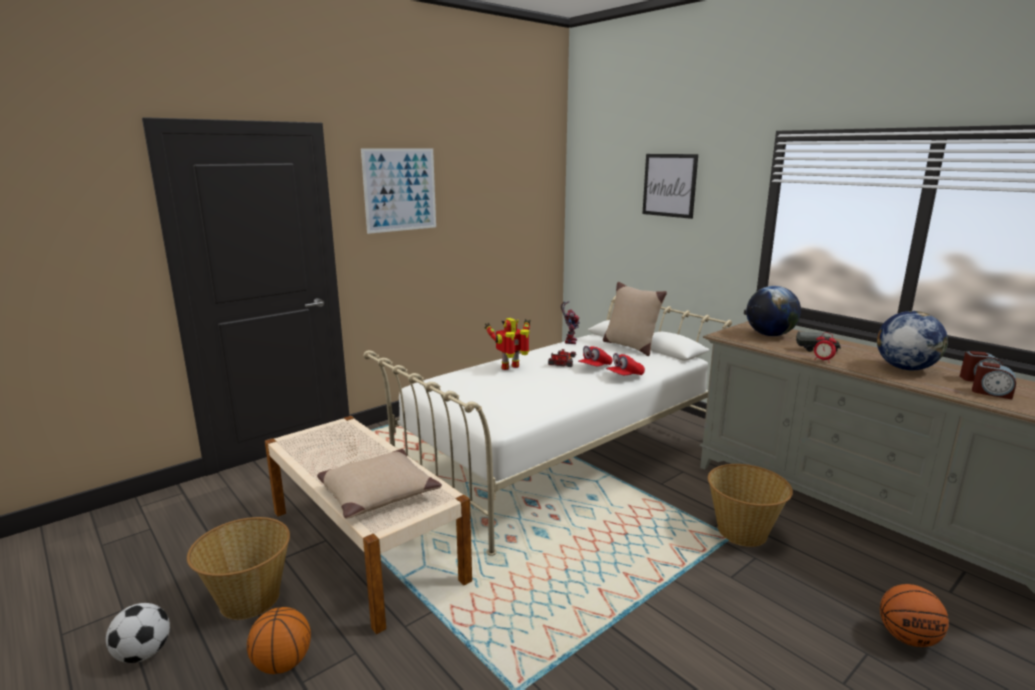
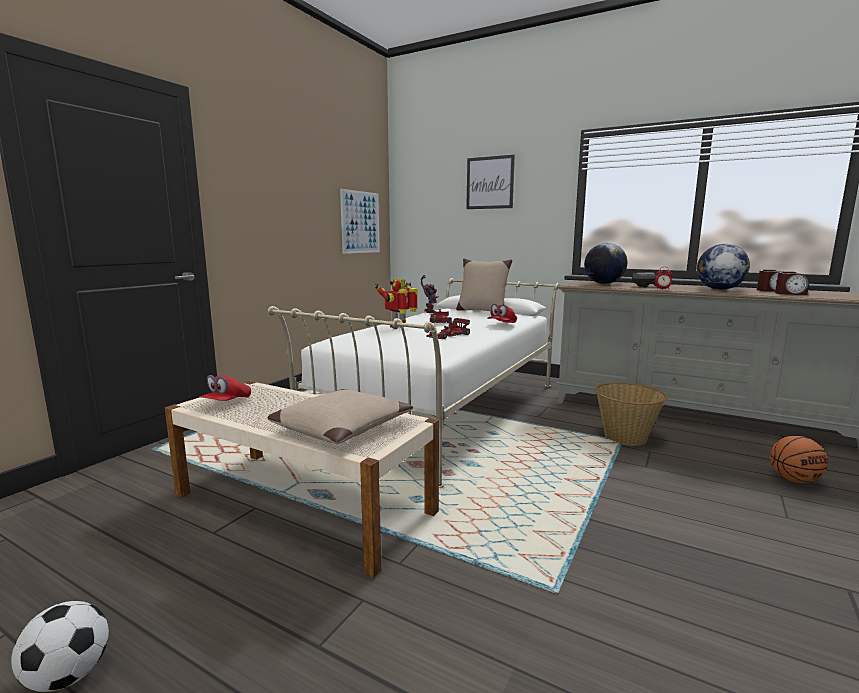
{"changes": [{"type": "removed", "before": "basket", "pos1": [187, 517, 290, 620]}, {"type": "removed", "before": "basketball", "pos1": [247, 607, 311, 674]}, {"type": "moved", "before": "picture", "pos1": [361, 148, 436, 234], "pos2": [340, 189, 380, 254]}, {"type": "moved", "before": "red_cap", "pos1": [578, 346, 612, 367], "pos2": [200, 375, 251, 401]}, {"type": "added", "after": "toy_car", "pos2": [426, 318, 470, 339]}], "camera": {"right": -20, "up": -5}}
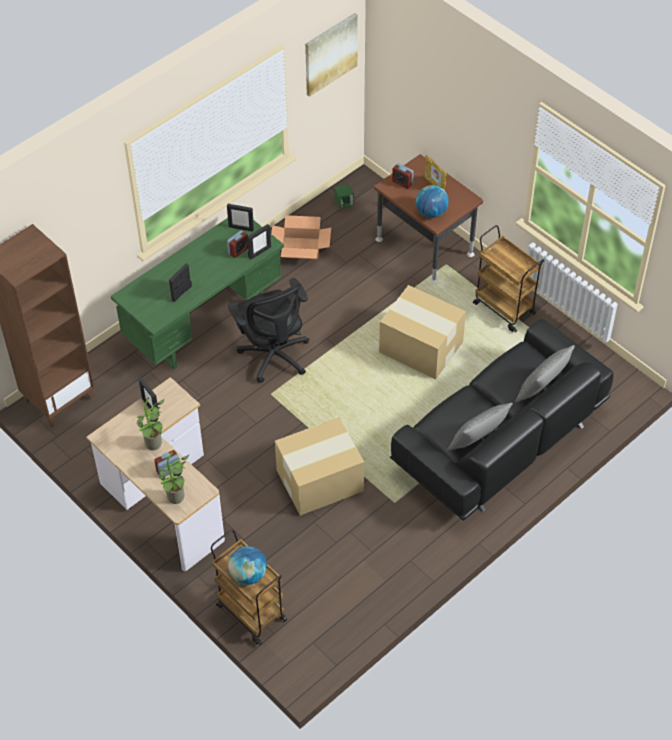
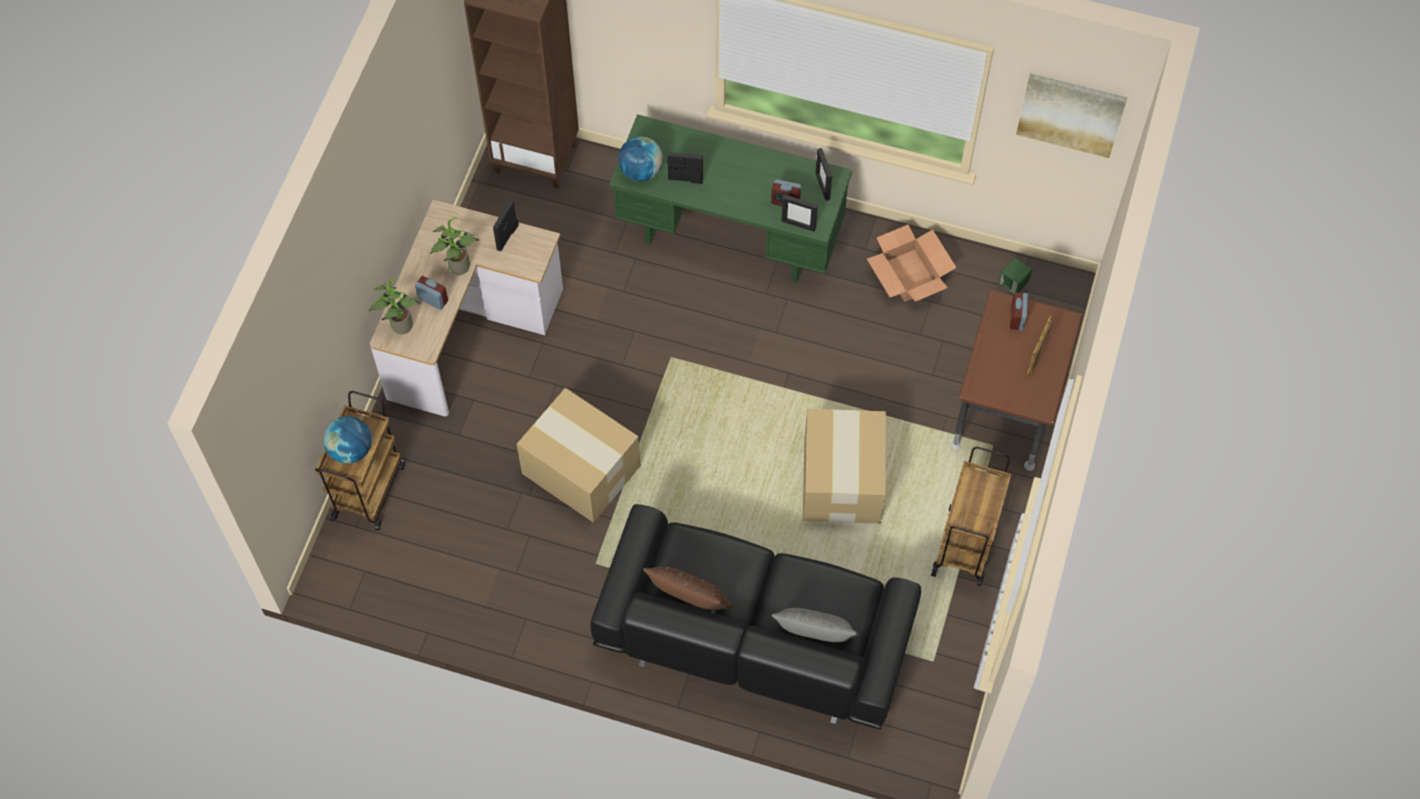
{"changes": [{"type": "removed", "before": "black_office_chair", "pos1": [228, 278, 309, 383]}, {"type": "moved", "before": "globe", "pos1": [416, 185, 449, 218], "pos2": [618, 136, 663, 182]}, {"type": "recoloured", "before": "grey_pillow", "after": "brown_pillow", "pos1": [447, 403, 513, 450], "pos2": [643, 566, 734, 610]}], "camera": {"right": 60, "up": 10}}
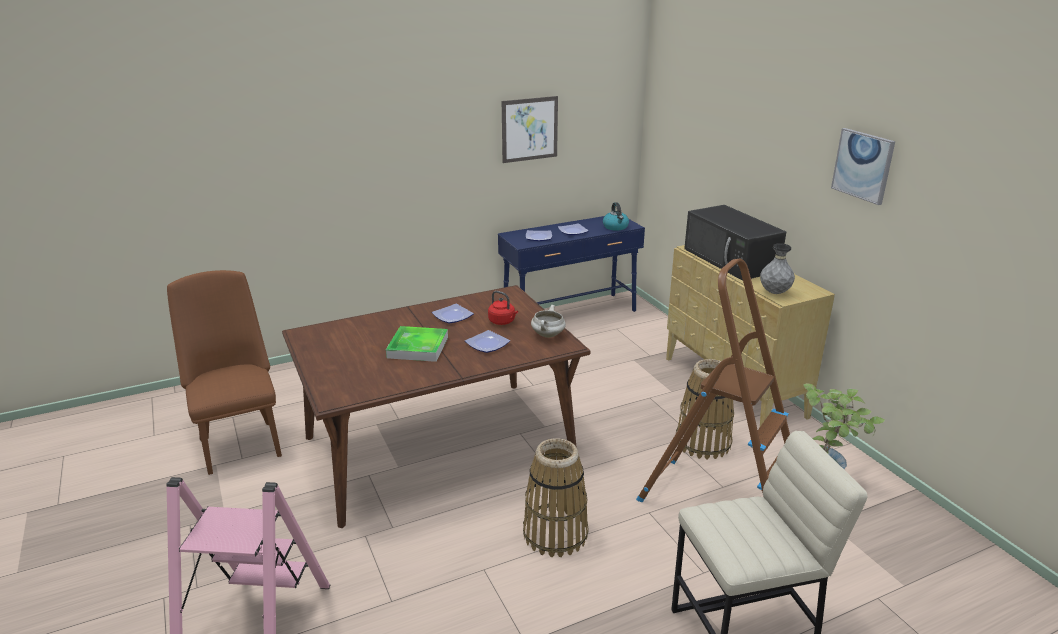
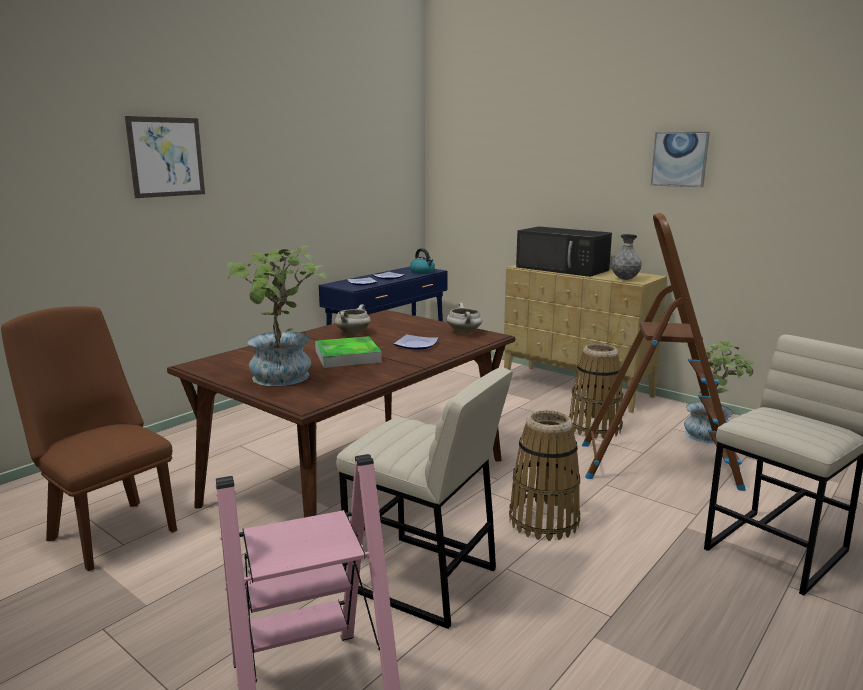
{"changes": [{"type": "replaced", "before": "plate", "after": "white_cooking_pot", "pos1": [432, 304, 474, 323], "pos2": [335, 304, 371, 335]}, {"type": "removed", "before": "red_kettle", "pos1": [488, 291, 518, 325]}, {"type": "moved", "before": "picture", "pos1": [502, 96, 558, 163], "pos2": [125, 116, 205, 198]}, {"type": "added", "after": "potted_plant", "pos2": [227, 245, 329, 386]}, {"type": "added", "after": "beige_chair", "pos2": [336, 367, 513, 629]}], "camera": {"right": -25, "up": -10}}
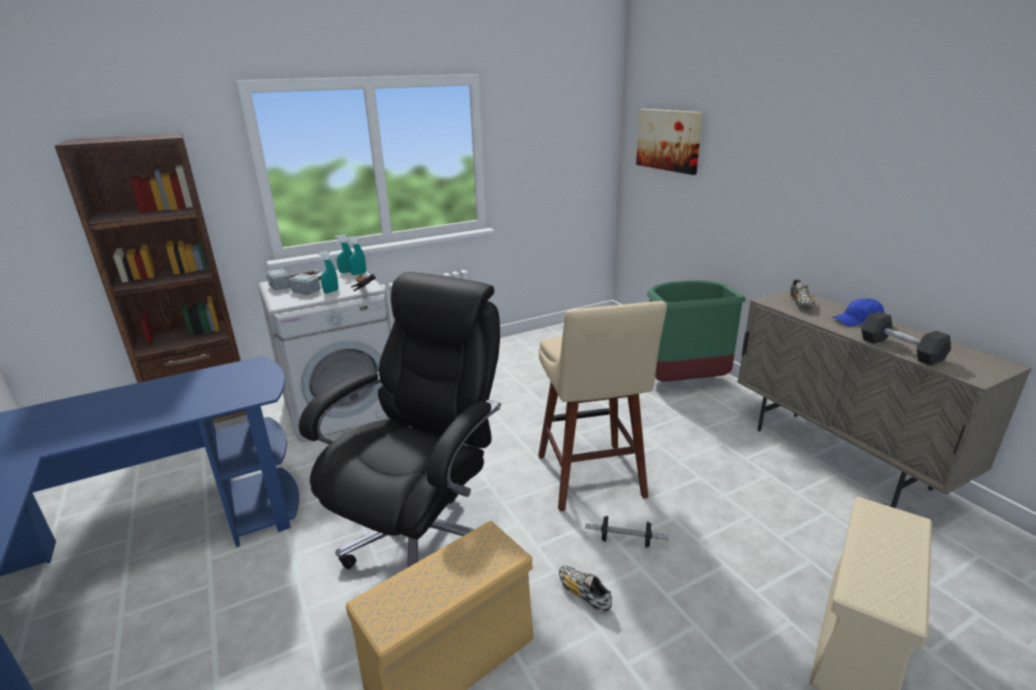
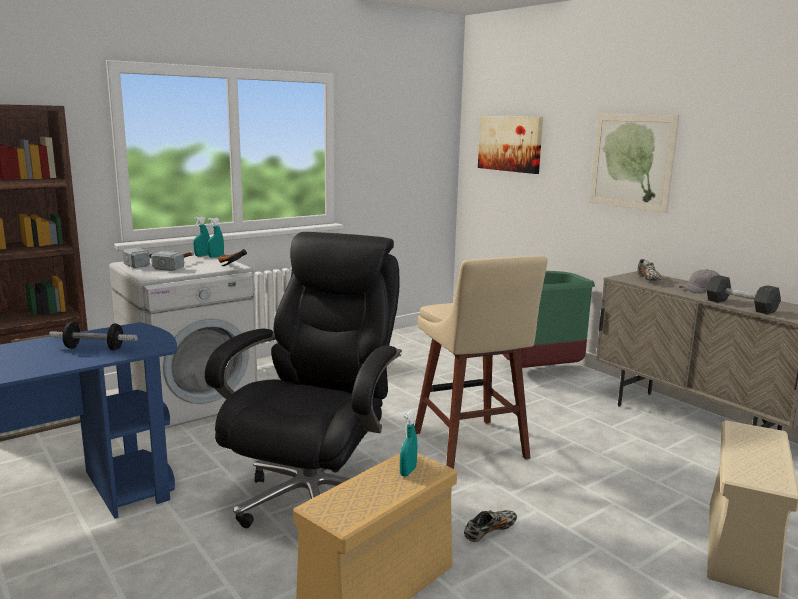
{"changes": [{"type": "moved", "before": "turquoise_spray_bottle", "pos1": [318, 251, 338, 294], "pos2": [400, 410, 417, 477]}, {"type": "turned", "before": "shoe", "pos1": [559, 566, 612, 613], "pos2": [464, 510, 517, 542], "turn": 105}, {"type": "moved", "before": "dumbbell", "pos1": [585, 516, 669, 548], "pos2": [49, 322, 138, 351]}, {"type": "recoloured", "before": "blue_cap", "after": "grey_cap", "pos1": [833, 299, 884, 327], "pos2": [679, 269, 719, 293]}, {"type": "added", "after": "picture", "pos2": [589, 114, 679, 213]}], "camera": {"right": -10, "up": -10}}
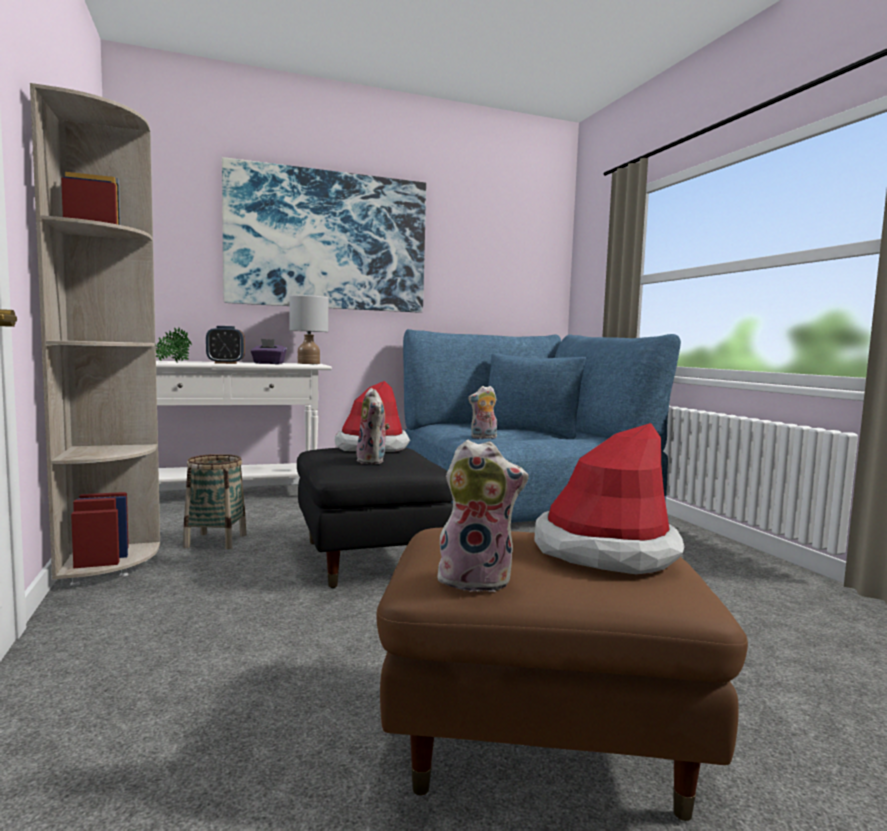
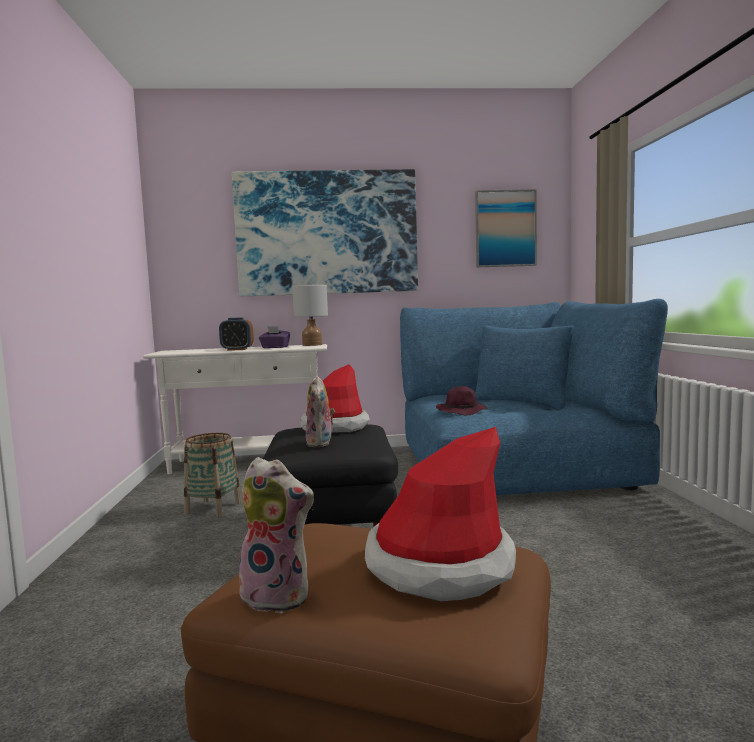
{"changes": [{"type": "removed", "before": "beige_bookcase", "pos1": [30, 83, 160, 586]}, {"type": "removed", "before": "potted_plant", "pos1": [156, 327, 192, 362]}, {"type": "replaced", "before": "plush_toy", "after": "purple_hat", "pos1": [468, 386, 497, 439], "pos2": [436, 386, 487, 416]}, {"type": "added", "after": "picture", "pos2": [475, 189, 537, 268]}], "camera": {"right": 15, "up": 0}}
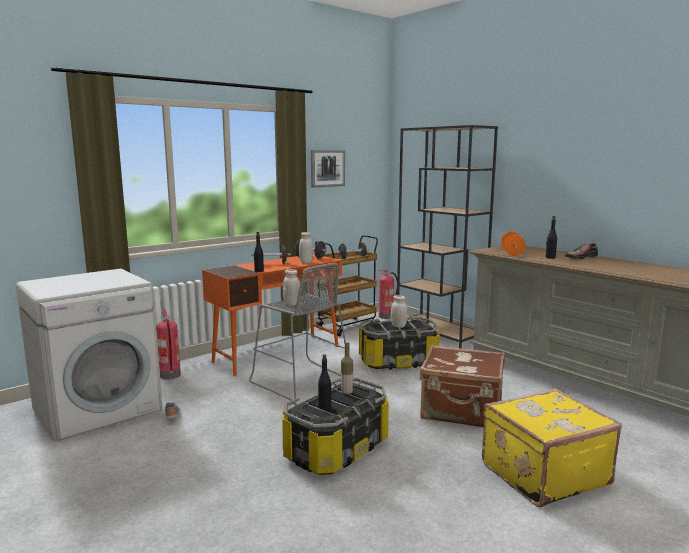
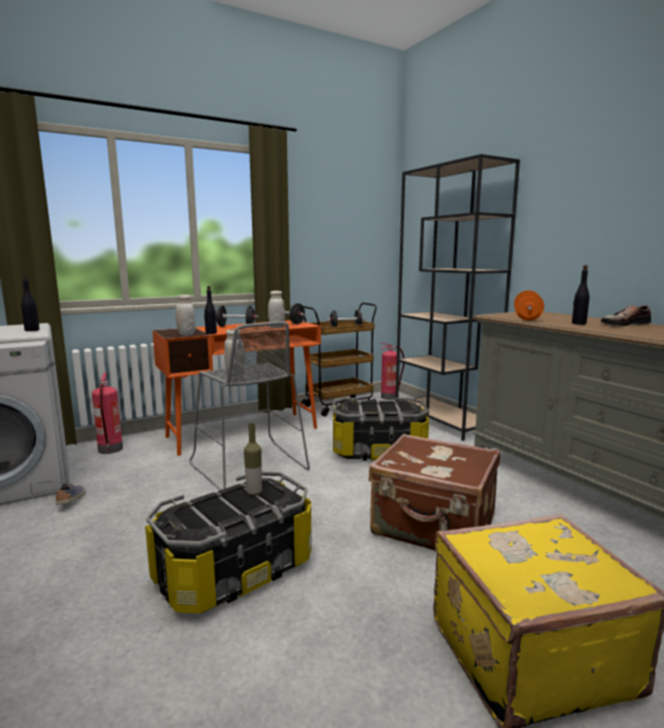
{"changes": [{"type": "removed", "before": "picture", "pos1": [311, 150, 345, 187]}, {"type": "moved", "before": "black_bottle", "pos1": [318, 354, 331, 410], "pos2": [21, 274, 40, 331]}, {"type": "moved", "before": "white_jar", "pos1": [391, 295, 407, 328], "pos2": [175, 295, 195, 336]}], "camera": {"right": 10, "up": 0}}
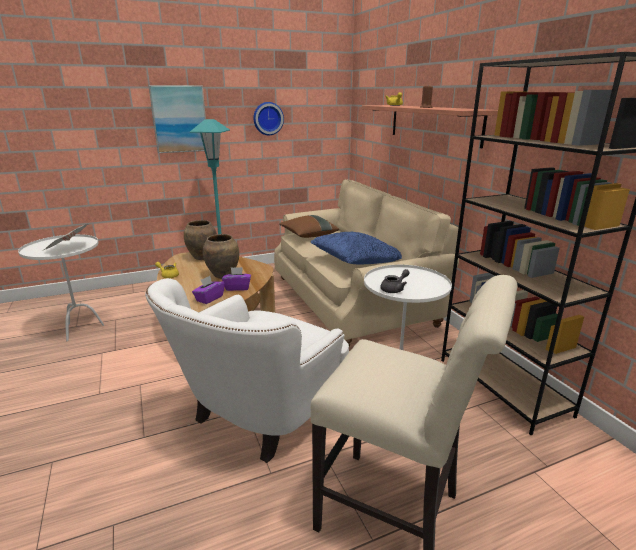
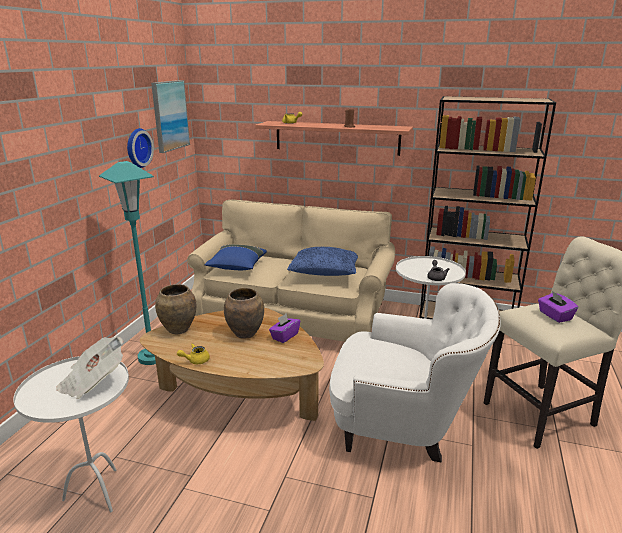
{"changes": [{"type": "turned", "before": "white_armchair", "pos1": [145, 278, 349, 463], "pos2": [329, 283, 501, 463], "turn": -60}, {"type": "moved", "before": "picture", "pos1": [148, 85, 206, 153], "pos2": [151, 80, 190, 153]}, {"type": "moved", "before": "purple_tissue_box", "pos1": [192, 276, 225, 304], "pos2": [538, 291, 578, 323]}, {"type": "recoloured", "before": "brown_pillow", "after": "blue_pillow", "pos1": [279, 215, 339, 238], "pos2": [204, 244, 267, 270]}], "camera": {"right": -50, "up": 0}}
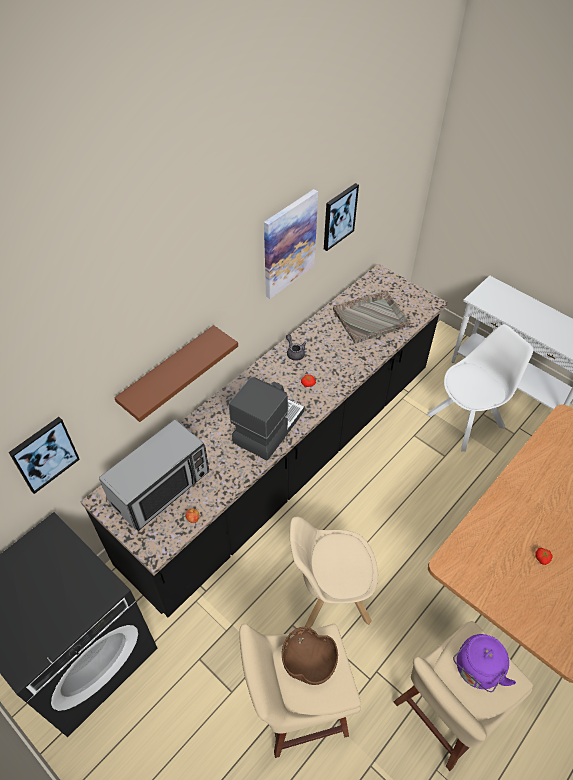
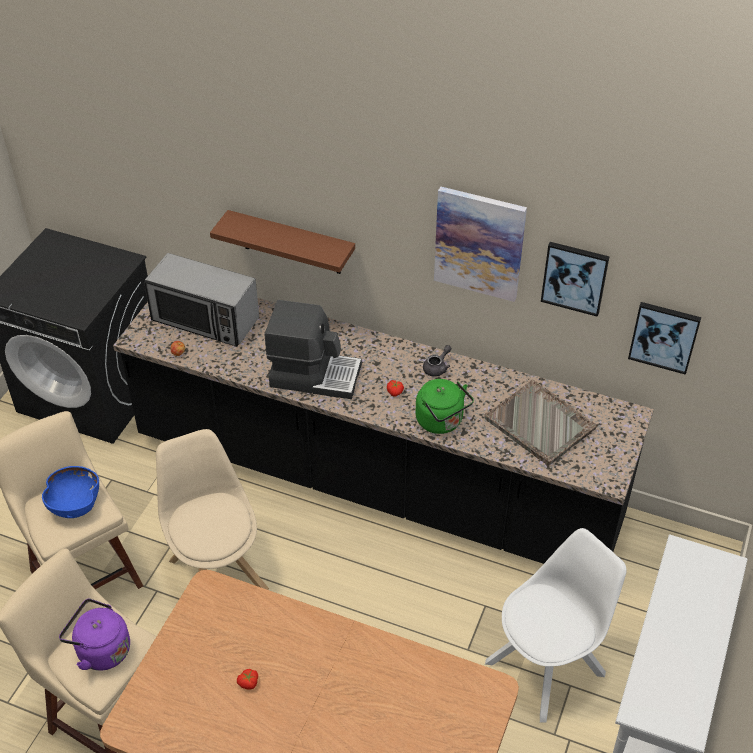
{"changes": [{"type": "moved", "before": "picture", "pos1": [8, 417, 80, 494], "pos2": [628, 302, 701, 375]}, {"type": "recoloured", "before": "brown_bowl", "after": "blue_bowl", "pos1": [282, 627, 338, 685], "pos2": [42, 466, 99, 518]}, {"type": "turned", "before": "white_chair", "pos1": [427, 324, 533, 452], "pos2": [485, 528, 626, 722], "turn": -75}, {"type": "added", "after": "green_kettle", "pos2": [415, 379, 474, 434]}], "camera": {"right": 70, "up": -5}}
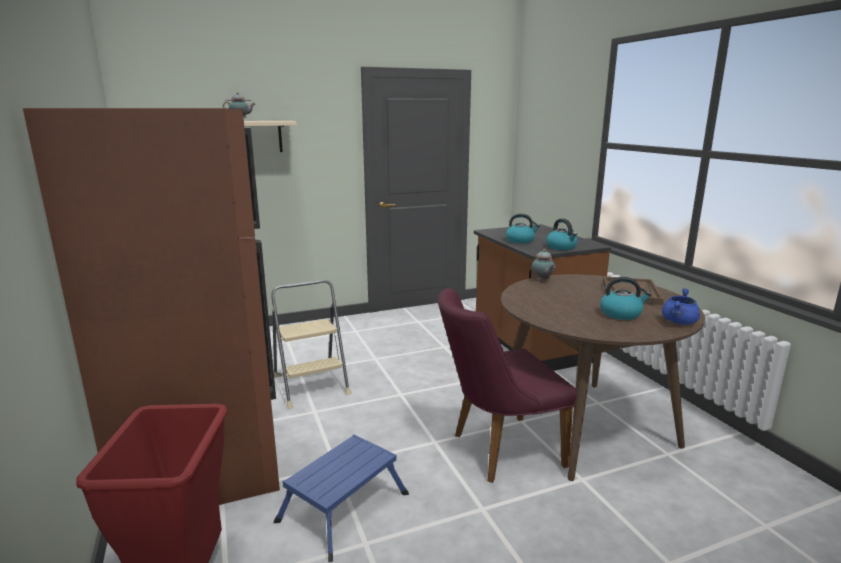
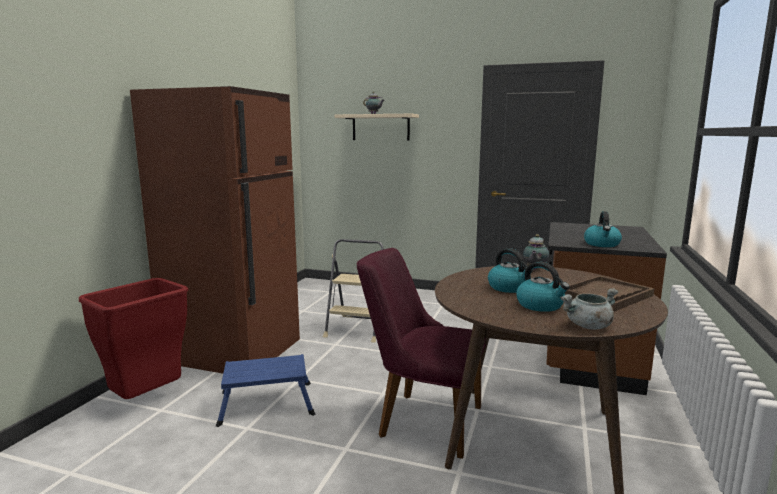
{"changes": [{"type": "moved", "before": "kettle", "pos1": [506, 214, 540, 244], "pos2": [488, 248, 533, 293]}, {"type": "recoloured", "before": "blue_cooking_pot", "after": "grey_cooking_pot", "pos1": [662, 288, 700, 325], "pos2": [560, 288, 618, 330]}], "camera": {"right": 40, "up": -5}}
